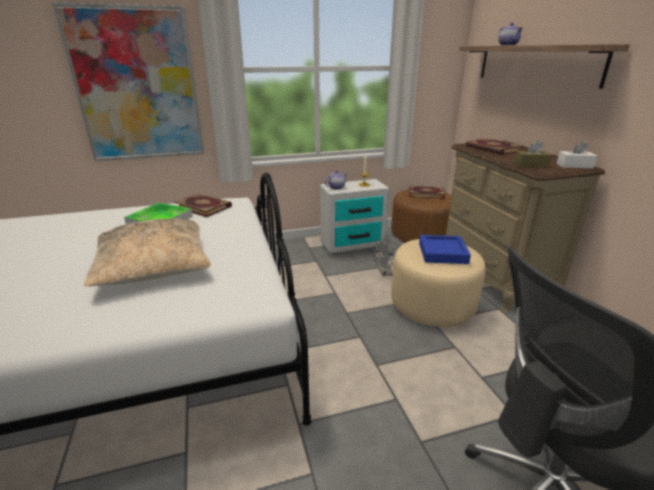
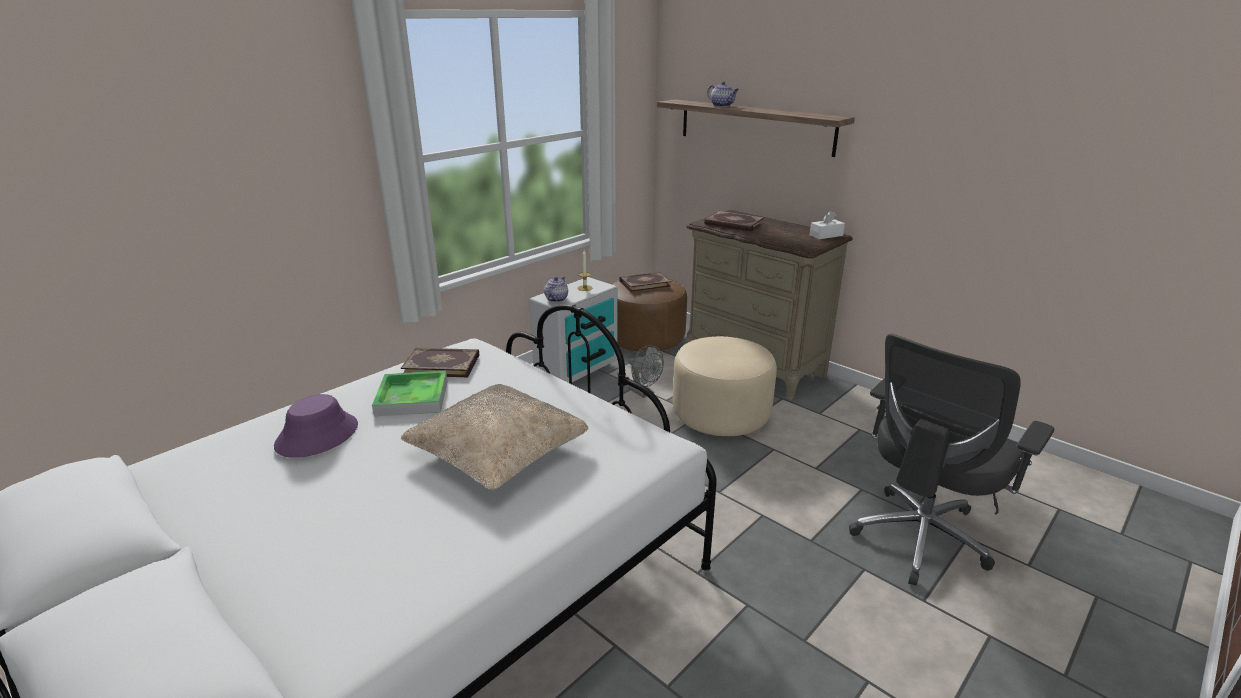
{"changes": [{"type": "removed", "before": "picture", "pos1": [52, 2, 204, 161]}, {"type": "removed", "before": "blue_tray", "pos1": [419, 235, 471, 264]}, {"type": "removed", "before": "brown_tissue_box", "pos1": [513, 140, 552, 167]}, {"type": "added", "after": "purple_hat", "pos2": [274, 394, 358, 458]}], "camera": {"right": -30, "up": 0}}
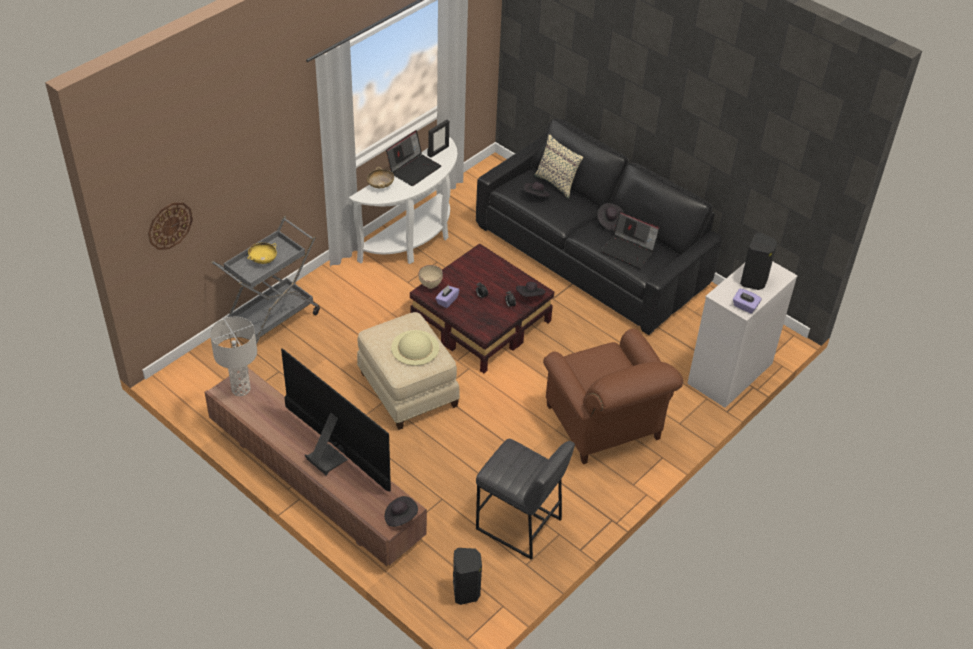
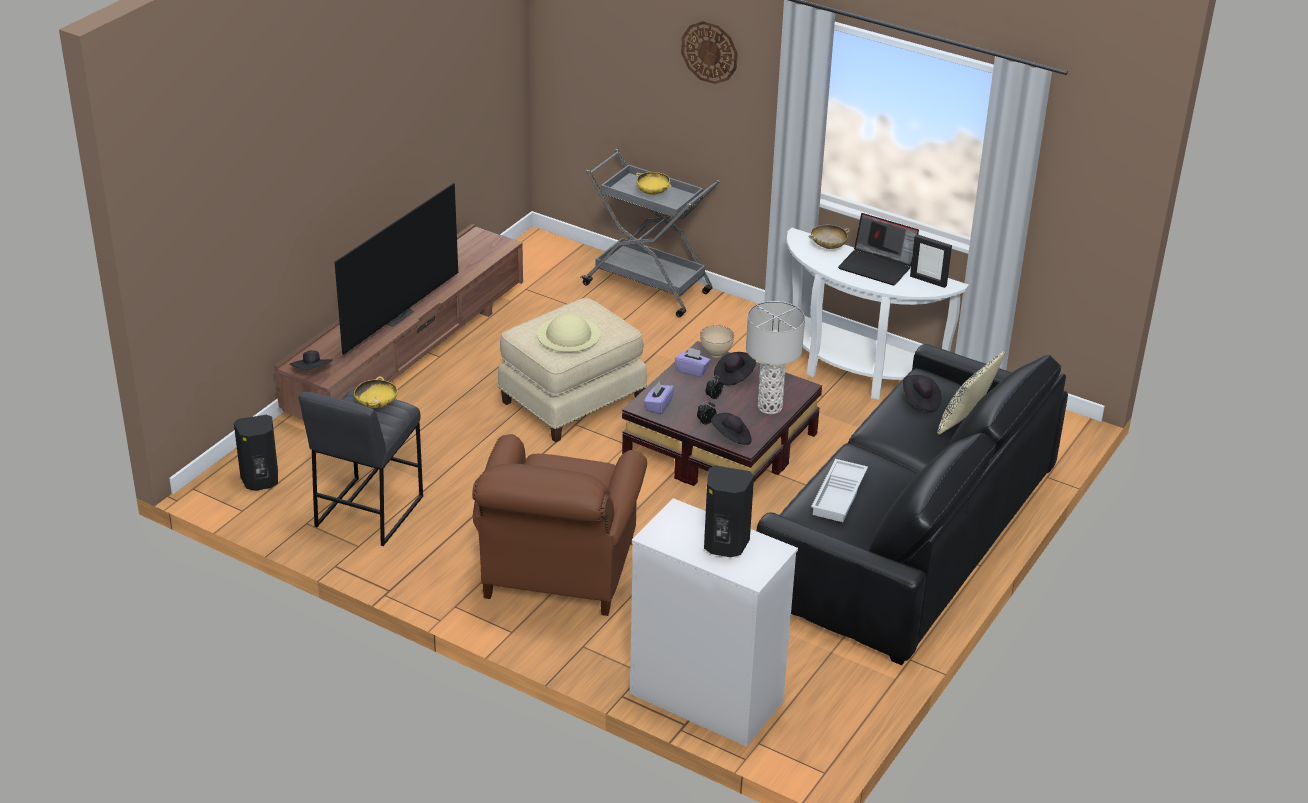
{"changes": [{"type": "moved", "before": "wall_clock", "pos1": [148, 202, 193, 250], "pos2": [681, 21, 738, 84]}, {"type": "moved", "before": "white_table_lamp", "pos1": [210, 317, 257, 396], "pos2": [746, 301, 805, 414]}, {"type": "turned", "before": "brown_armchair", "pos1": [543, 329, 683, 464], "pos2": [472, 434, 647, 616], "turn": -45}, {"type": "moved", "before": "black_hat", "pos1": [597, 203, 624, 231], "pos2": [714, 352, 756, 385]}, {"type": "replaced", "before": "laptop", "after": "white_tray", "pos1": [601, 211, 660, 268], "pos2": [811, 459, 868, 522]}, {"type": "moved", "before": "purple_tissue_box", "pos1": [733, 289, 762, 314], "pos2": [644, 381, 674, 414]}, {"type": "added", "after": "yellow_bowl", "pos2": [354, 377, 398, 408]}], "camera": {"right": 80, "up": -10}}
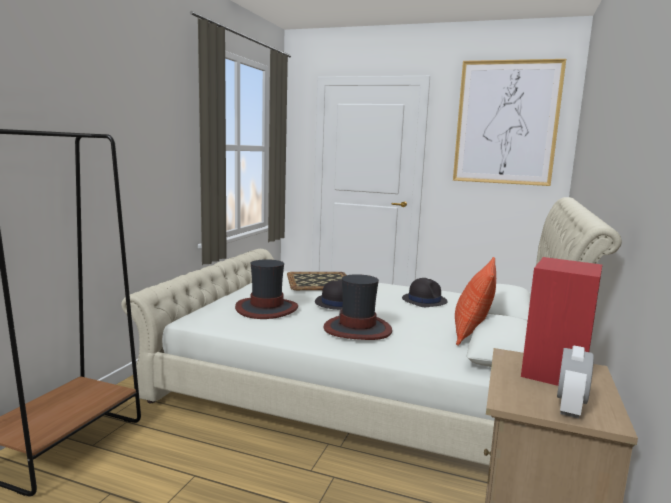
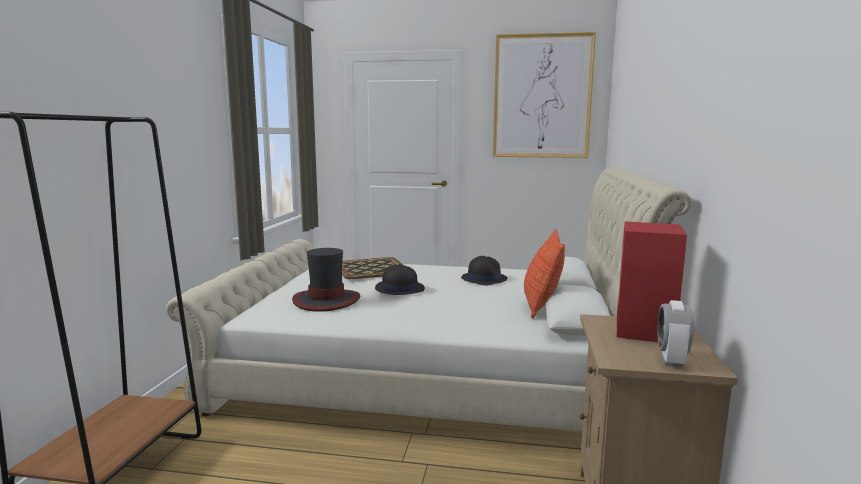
{"changes": [{"type": "removed", "before": "hat", "pos1": [323, 274, 392, 340]}], "camera": {"right": -10, "up": 0}}
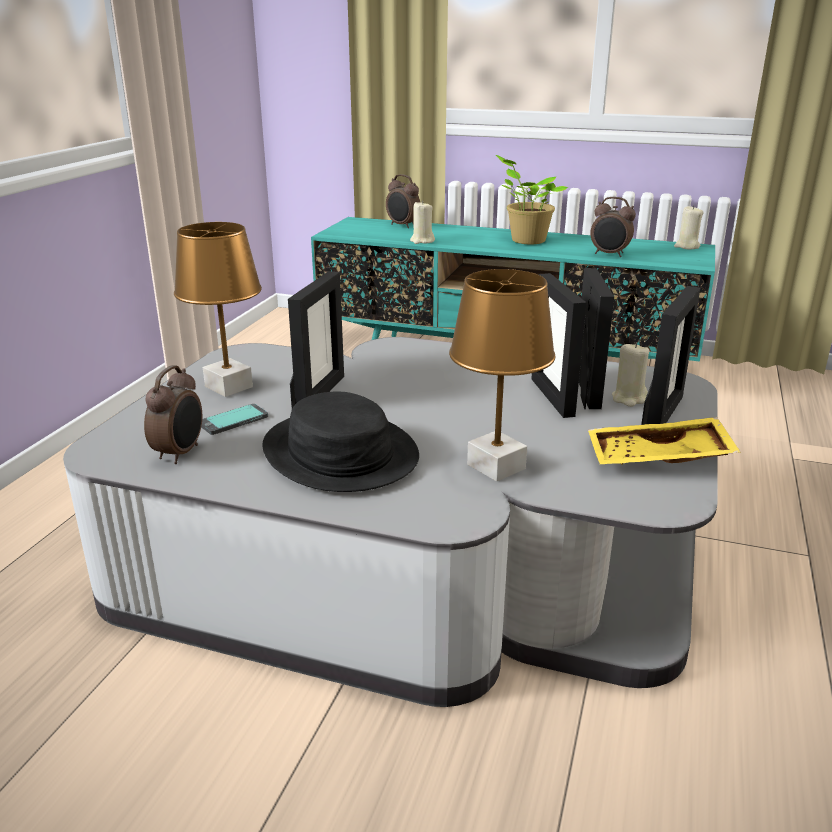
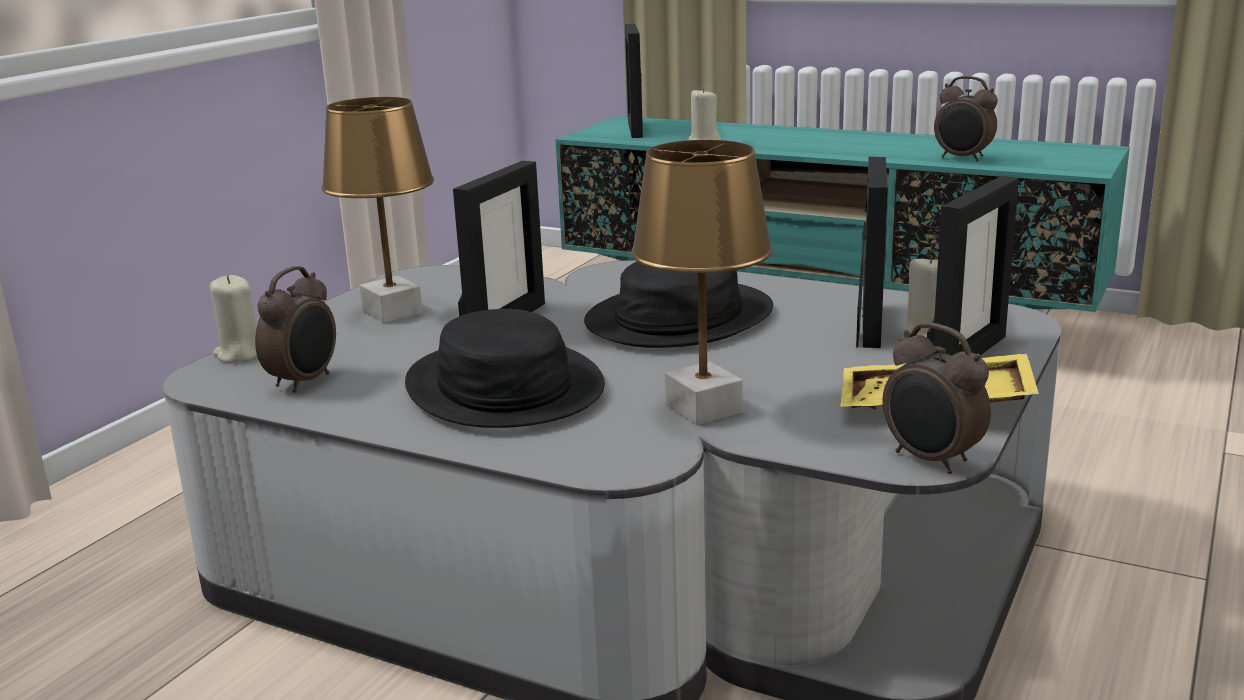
{"changes": [{"type": "removed", "before": "phone", "pos1": [201, 404, 268, 435]}, {"type": "moved", "before": "alarm_clock", "pos1": [386, 174, 421, 228], "pos2": [883, 323, 991, 474]}, {"type": "removed", "before": "potted_plant", "pos1": [496, 155, 568, 244]}, {"type": "moved", "before": "picture_frame", "pos1": [532, 273, 587, 418], "pos2": [625, 24, 643, 138]}, {"type": "moved", "before": "beige_candle", "pos1": [674, 205, 703, 249], "pos2": [209, 275, 257, 362]}, {"type": "added", "after": "black_hat", "pos2": [584, 262, 773, 348]}], "camera": {"right": 10, "up": -5}}
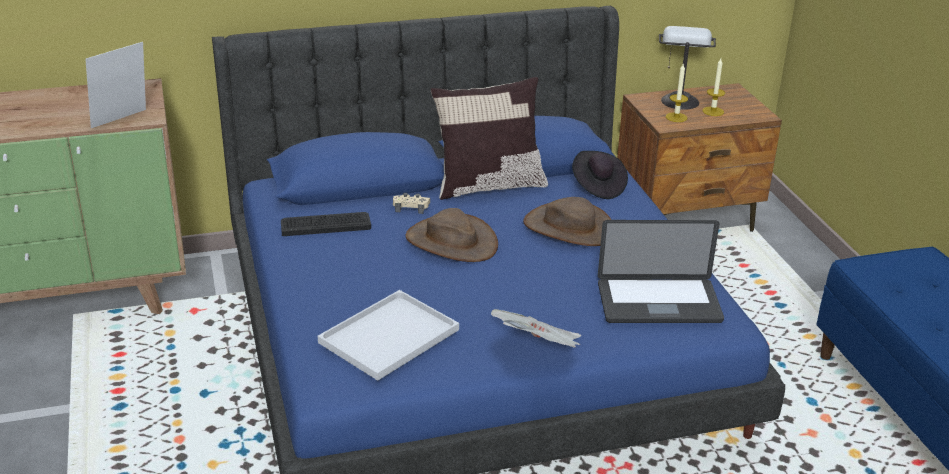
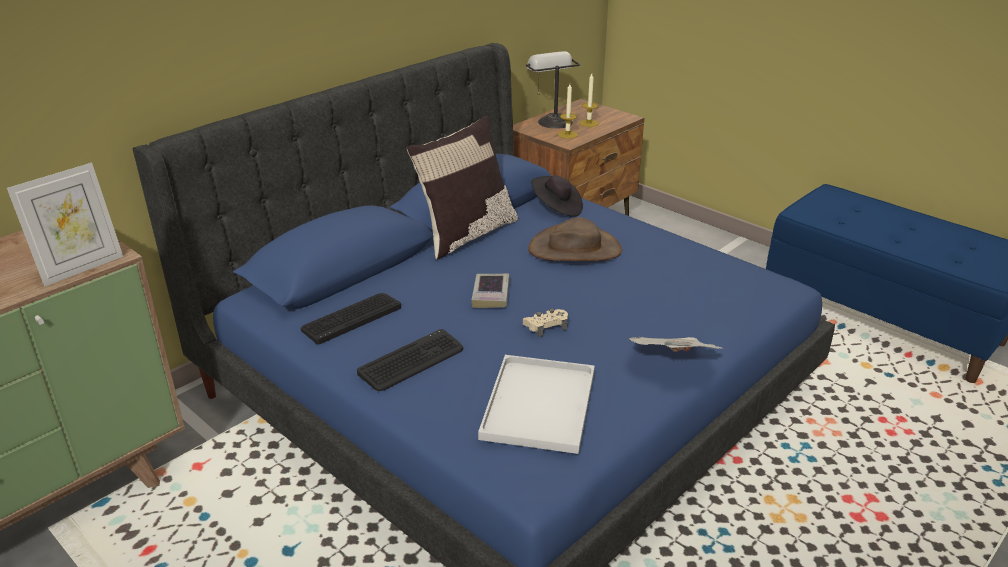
{"changes": [{"type": "turned", "before": "picture_frame", "pos1": [85, 42, 146, 128], "pos2": [7, 163, 123, 286], "turn": -150}, {"type": "moved", "before": "beige_game_controller", "pos1": [393, 193, 430, 214], "pos2": [523, 308, 568, 337]}, {"type": "replaced", "before": "brown_hat", "after": "book", "pos1": [406, 208, 498, 262], "pos2": [471, 274, 510, 308]}, {"type": "removed", "before": "laptop", "pos1": [598, 220, 724, 323]}, {"type": "added", "after": "keyboard", "pos2": [357, 329, 463, 391]}], "camera": {"right": -30, "up": 0}}
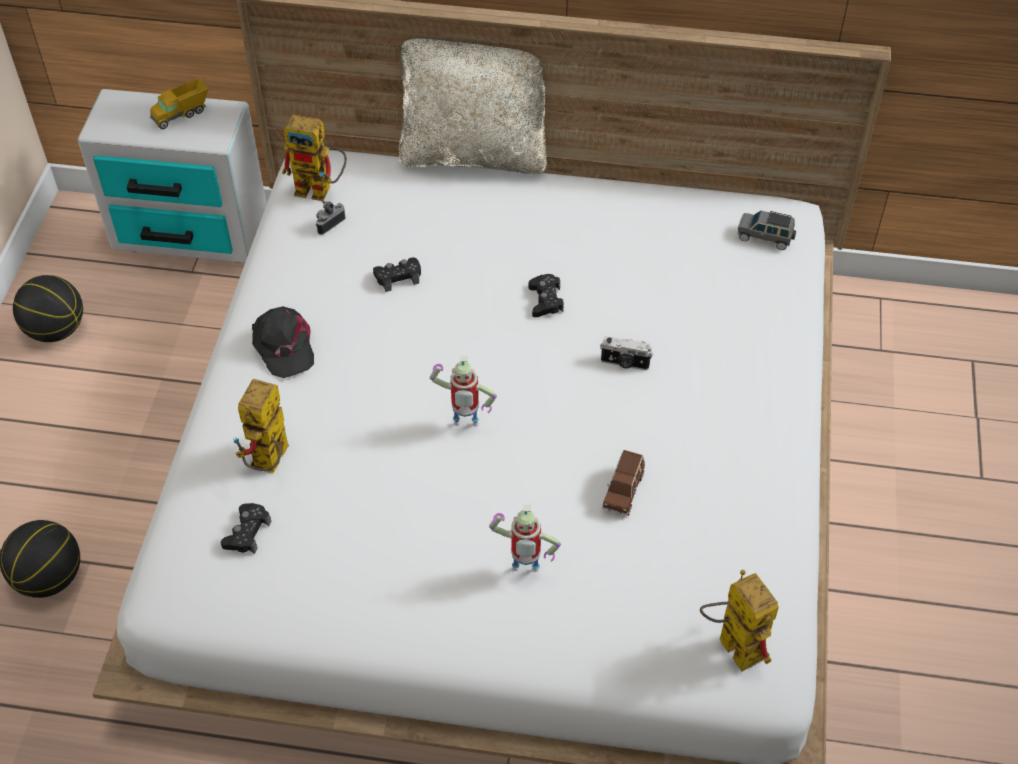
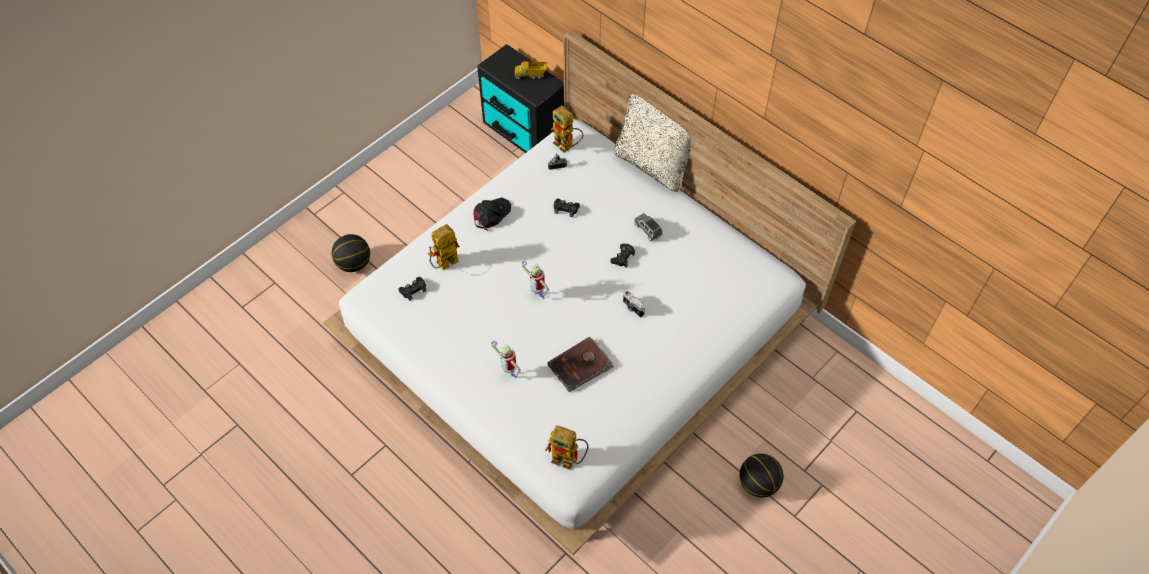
{"changes": [{"type": "moved", "before": "basketball", "pos1": [13, 275, 83, 342], "pos2": [740, 454, 783, 497]}, {"type": "recoloured", "before": "white_nightstand", "after": "black_nightstand", "pos1": [78, 89, 267, 263], "pos2": [477, 45, 564, 153]}, {"type": "turned", "before": "black_cap", "pos1": [252, 306, 314, 378], "pos2": [473, 197, 511, 230], "turn": -150}, {"type": "replaced", "before": "brown_toy_car", "after": "brown_book", "pos1": [602, 450, 645, 516], "pos2": [547, 337, 614, 392]}, {"type": "turned", "before": "toy_robot", "pos1": [700, 570, 779, 672], "pos2": [545, 425, 589, 470], "turn": 105}, {"type": "moved", "before": "grey_toy_car", "pos1": [738, 210, 796, 250], "pos2": [634, 213, 662, 241]}], "camera": {"right": 35, "up": 5}}
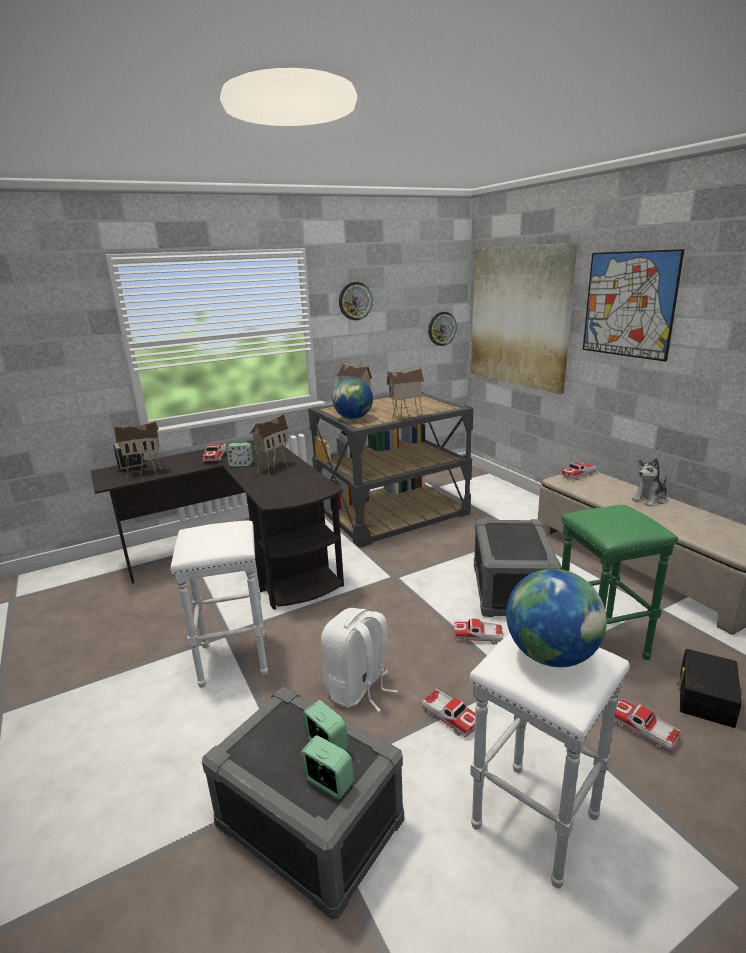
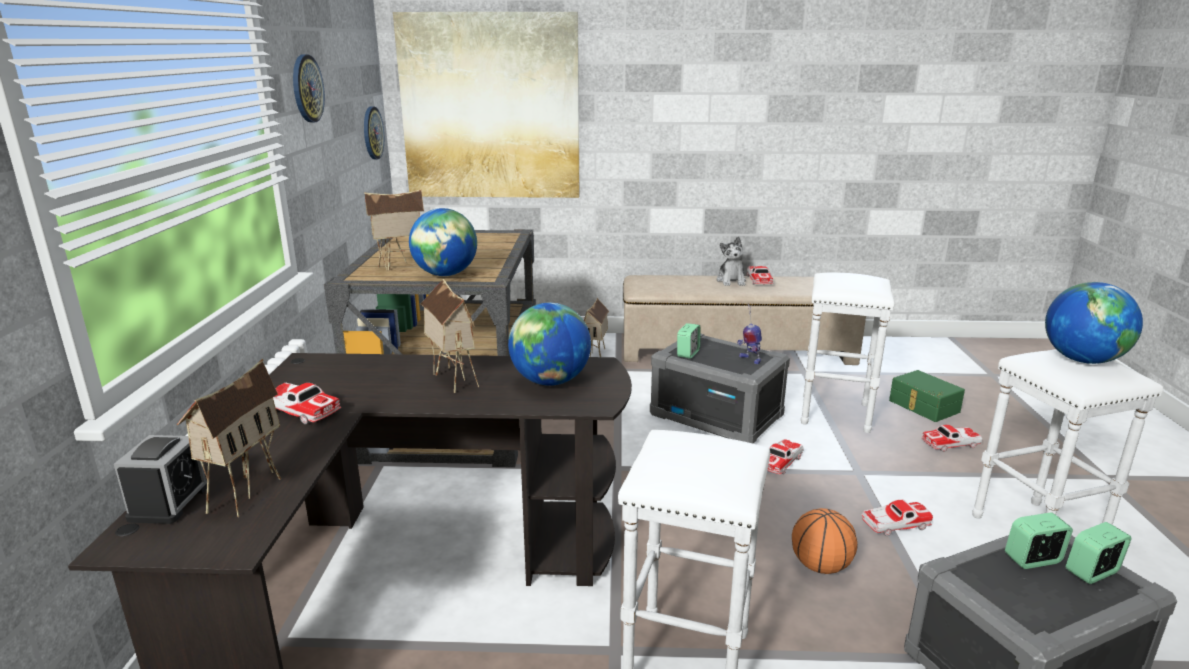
{"changes": [{"type": "moved", "before": "alarm_clock", "pos1": [226, 442, 253, 467], "pos2": [677, 323, 701, 359]}, {"type": "replaced", "before": "white_backpack", "after": "basketball", "pos1": [321, 608, 398, 712], "pos2": [792, 508, 858, 574]}, {"type": "moved", "before": "toy_house", "pos1": [387, 368, 425, 420], "pos2": [584, 298, 609, 357]}, {"type": "moved", "before": "toy_car", "pos1": [560, 462, 597, 480], "pos2": [747, 266, 774, 284]}, {"type": "recoloured", "before": "green_stool", "after": "white_stool", "pos1": [562, 505, 678, 660], "pos2": [801, 273, 894, 433]}, {"type": "removed", "before": "picture", "pos1": [583, 249, 685, 362]}, {"type": "recoloured", "before": "black_storage_box", "after": "green_storage_box", "pos1": [677, 649, 742, 728], "pos2": [889, 370, 965, 422]}, {"type": "added", "after": "globe", "pos2": [508, 303, 591, 386]}, {"type": "added", "after": "toy_robot", "pos2": [737, 304, 762, 364]}], "camera": {"right": -60, "up": 0}}
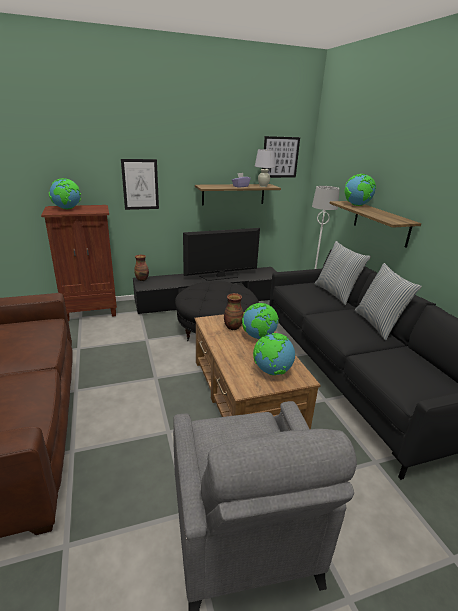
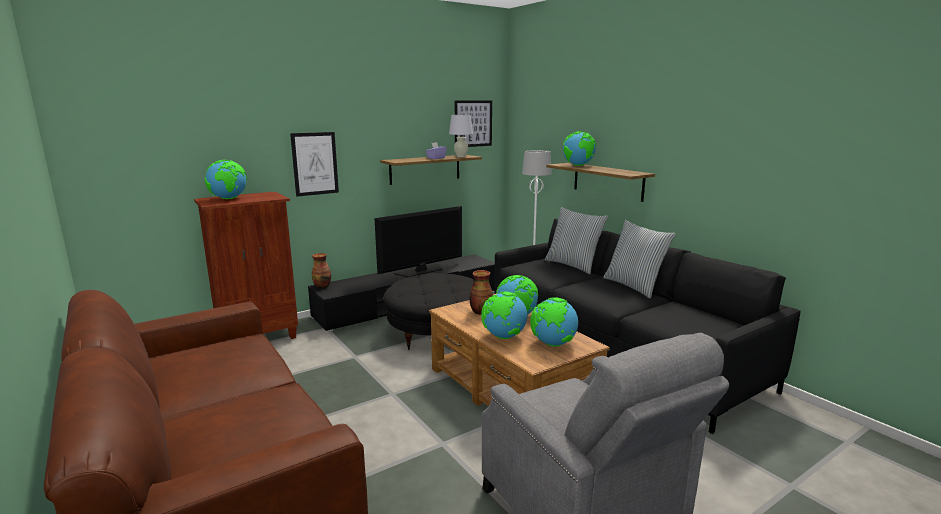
{"changes": [{"type": "added", "after": "globe", "pos2": [481, 291, 527, 339]}], "camera": {"right": -15, "up": -10}}
